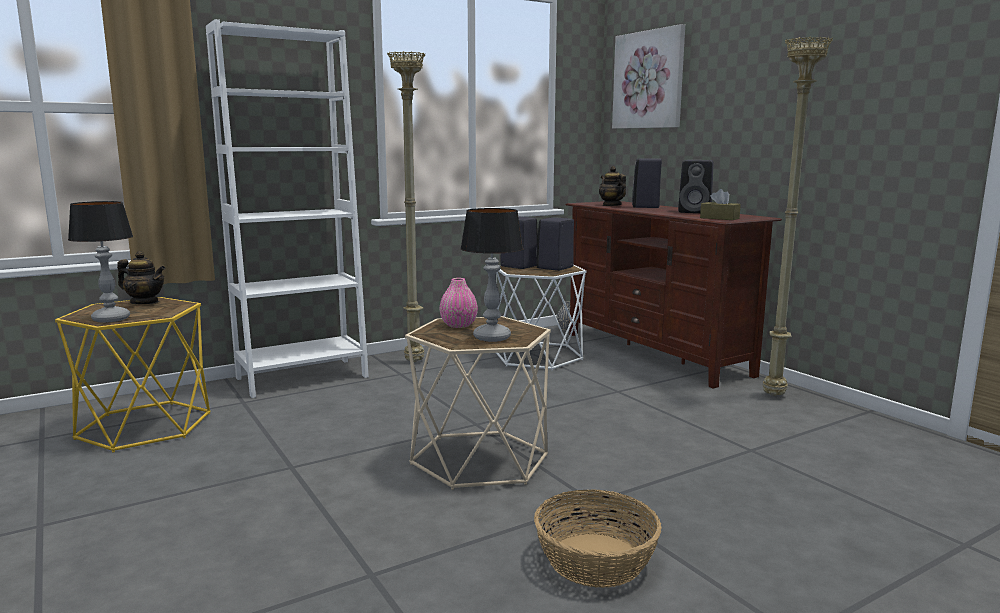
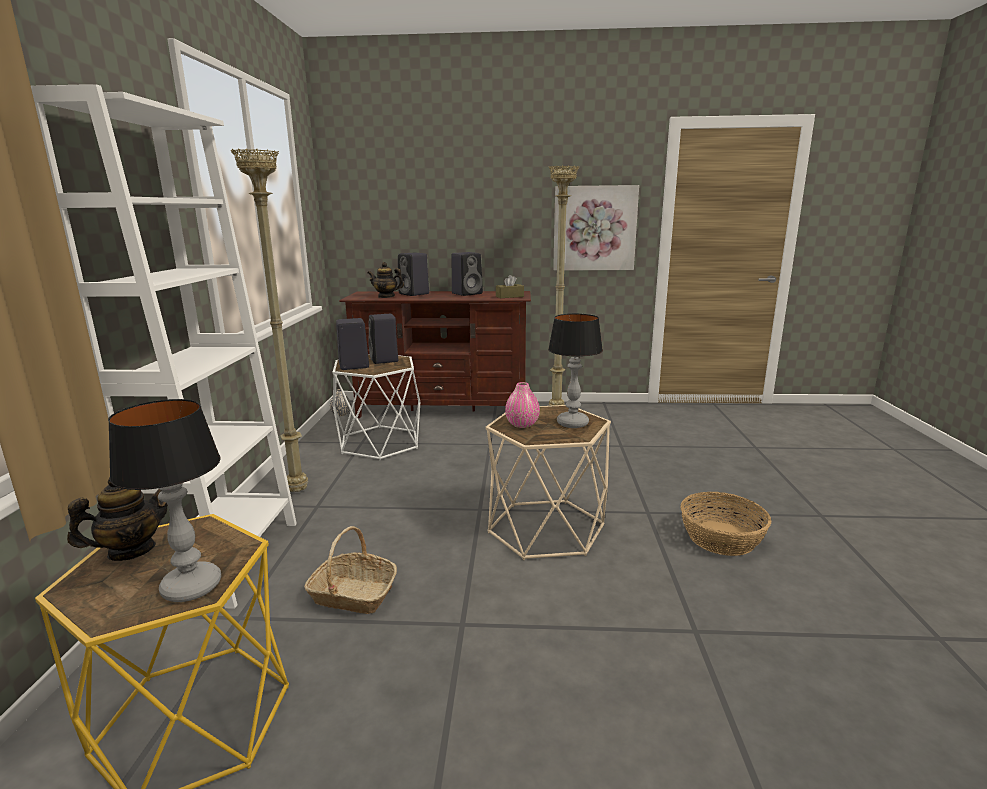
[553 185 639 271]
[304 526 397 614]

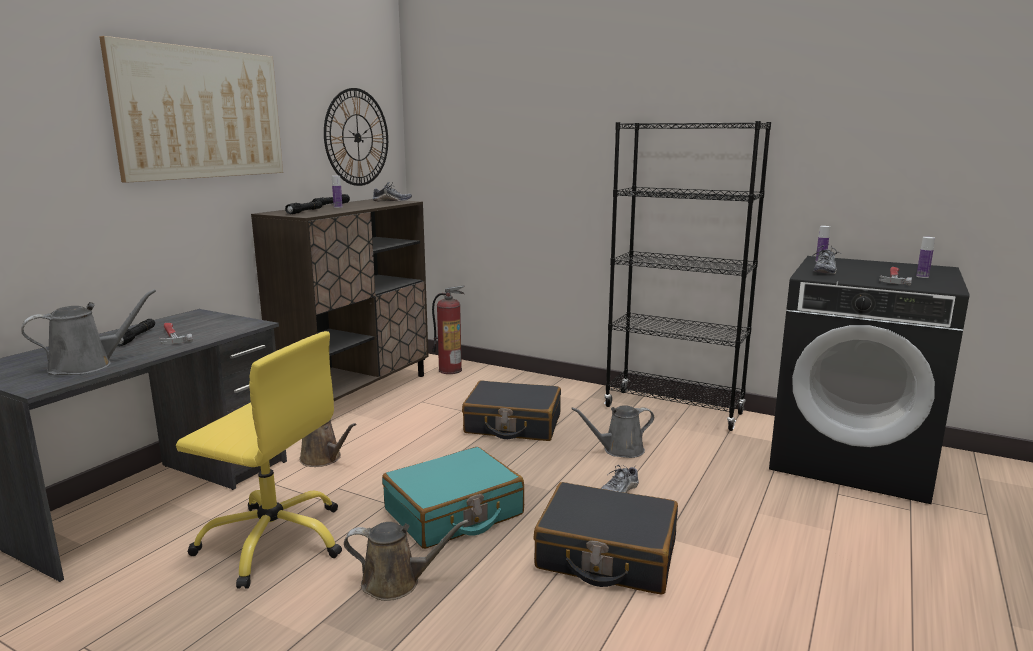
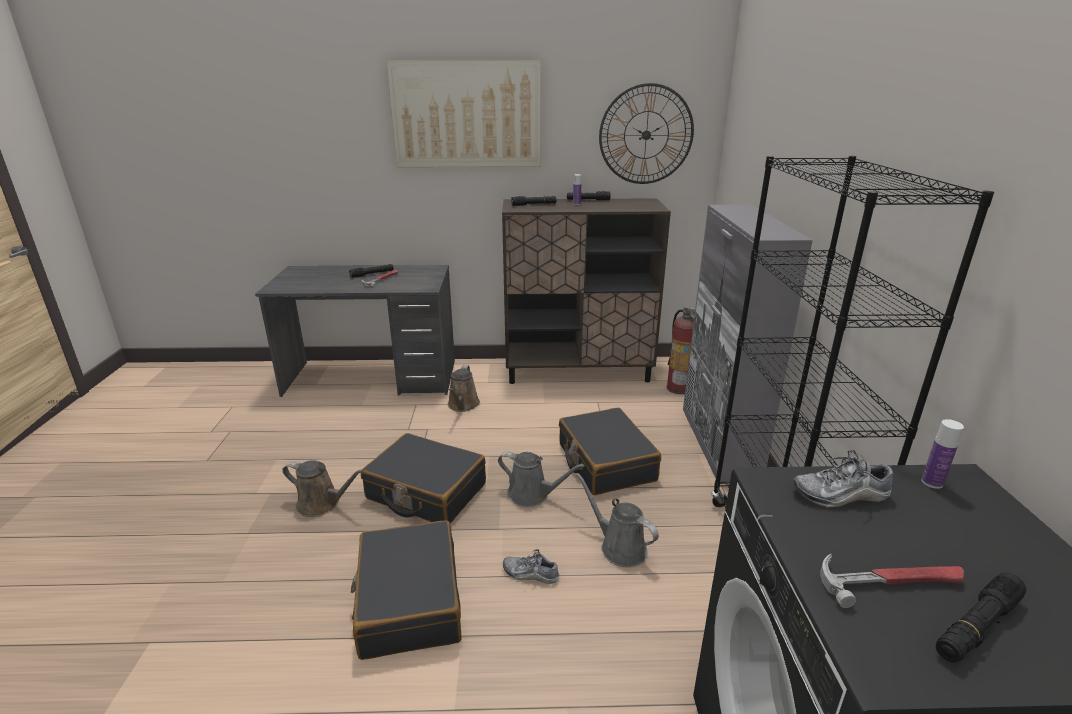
[498 451 585 507]
[176 331 342 589] (first image)
[283 460 364 517]
[373 181 412 201] (first image)
[361 433 486 524]
[936 573 1026 663]
[683 205 813 484]

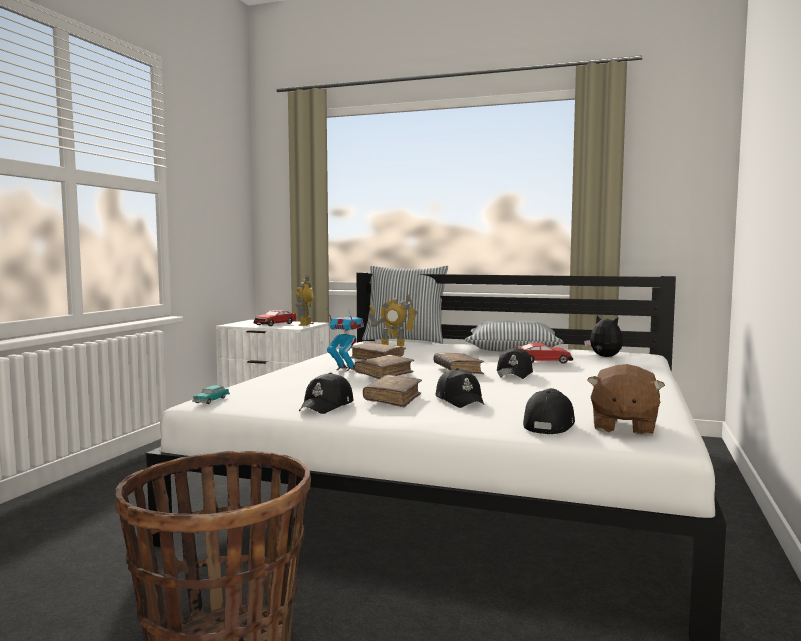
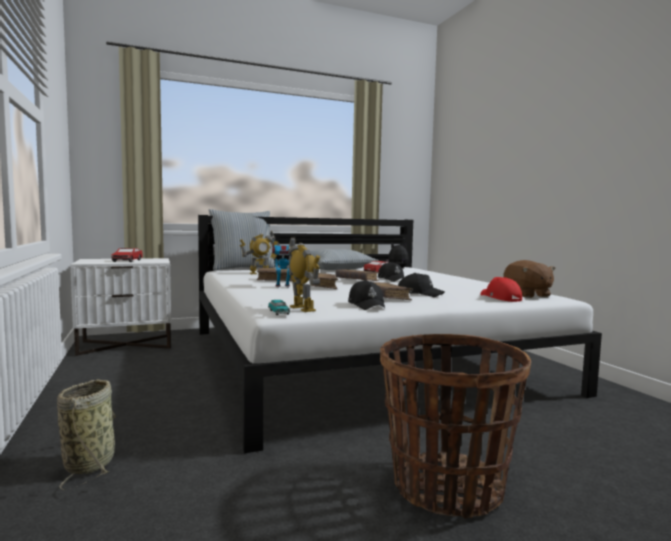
[288 237 320 312]
[480 277 522 302]
[57 379 116 490]

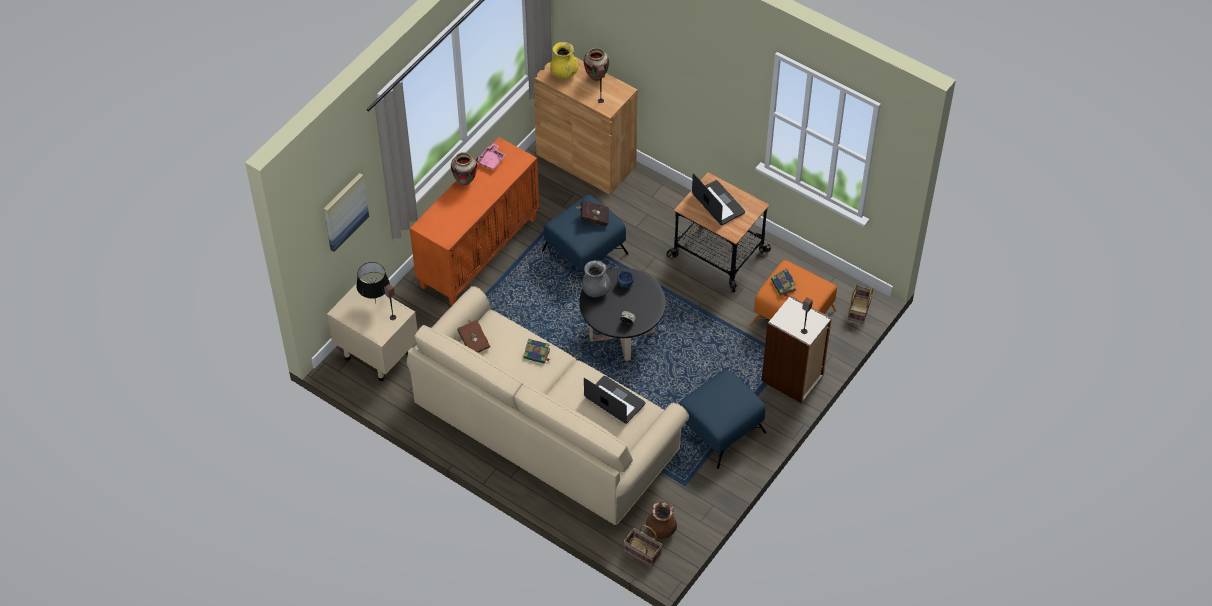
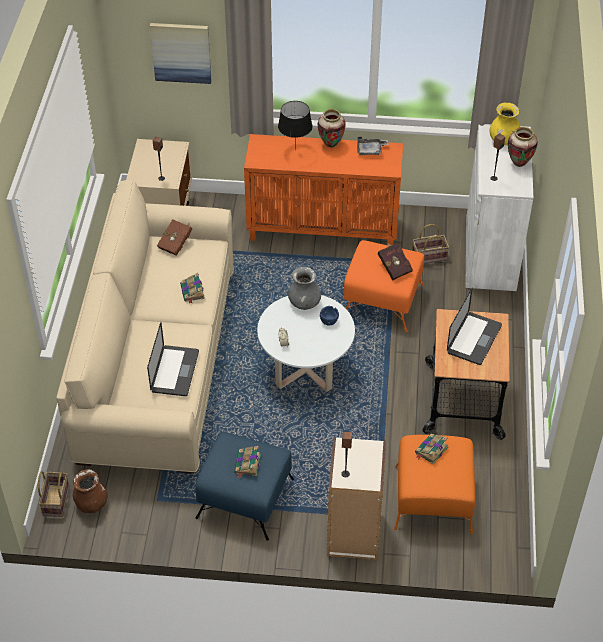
[278 101 313 150]
[357 137 388 155]
[465 124 533 291]
[344 240 424 332]
[257 295 355 392]
[412 224 449 264]
[234 446 261 478]

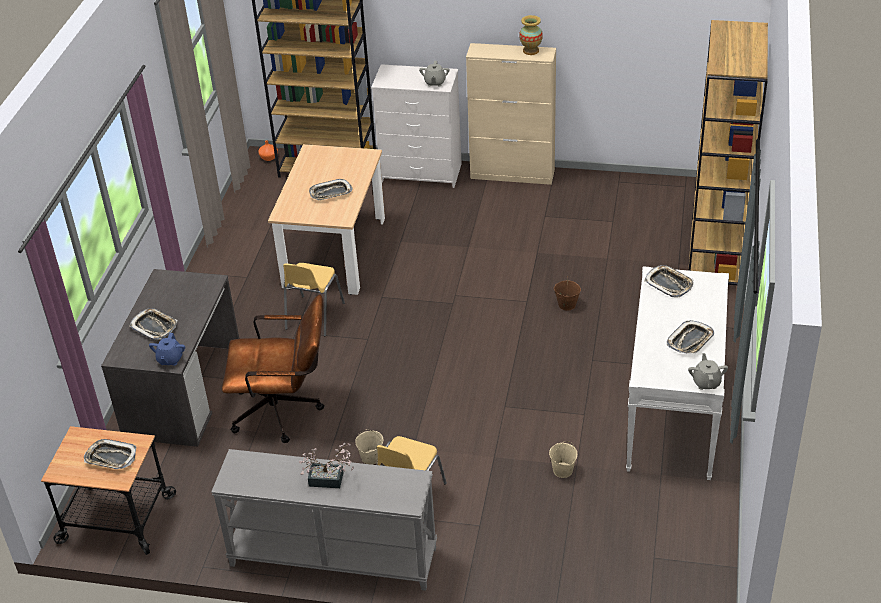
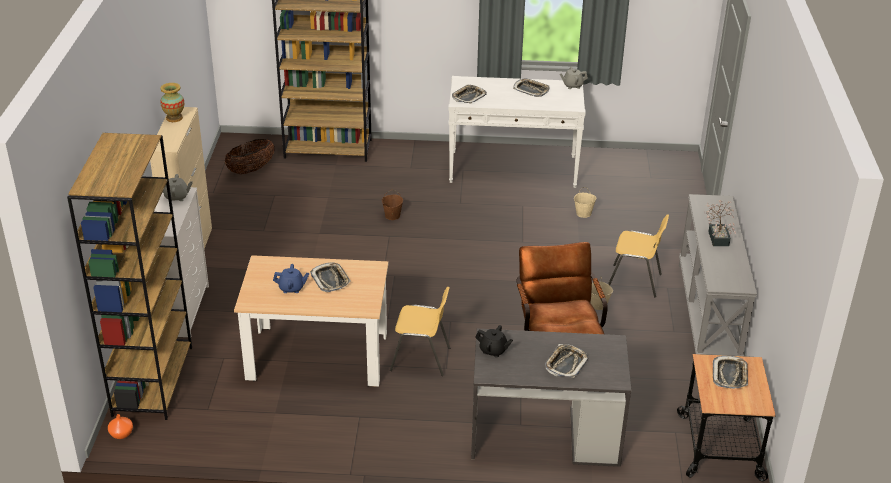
[273 264 309 293]
[225 139 275 174]
[475 325 513 357]

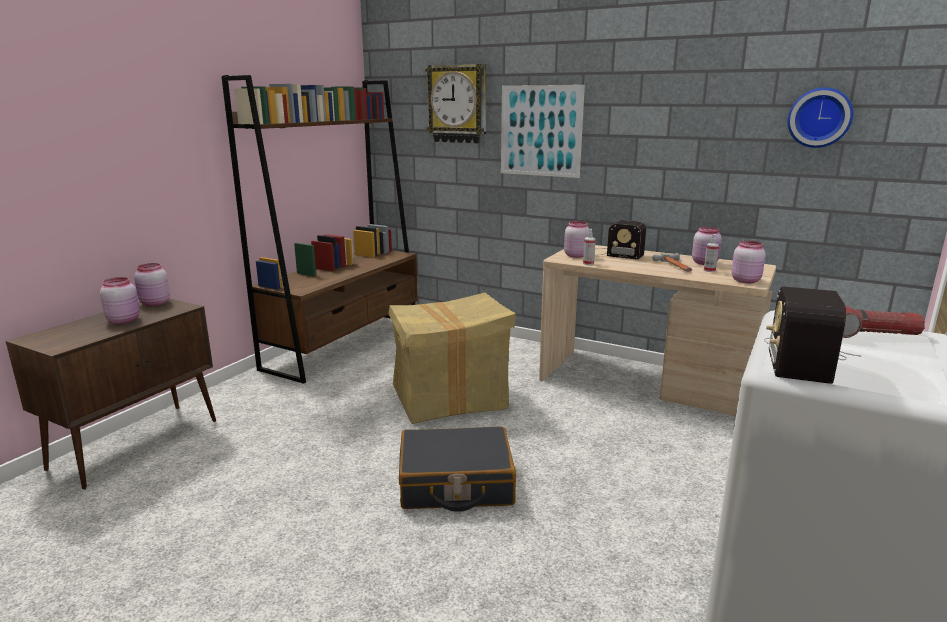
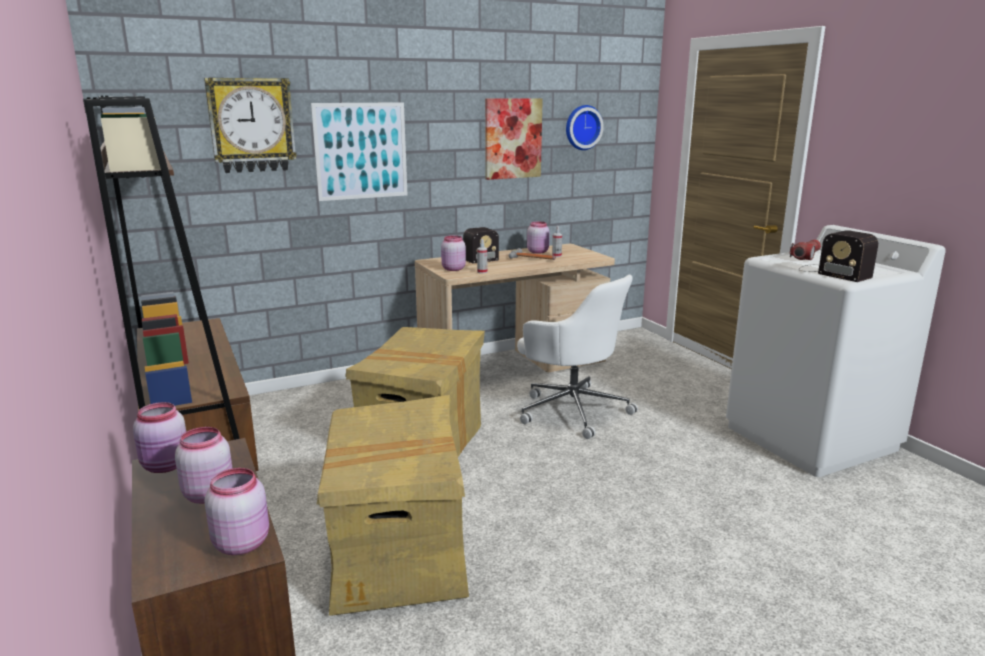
[399 427 516 512] (first image)
[205 468 269 555]
[317 395 469 616]
[485 98 543 180]
[517 275 638 439]

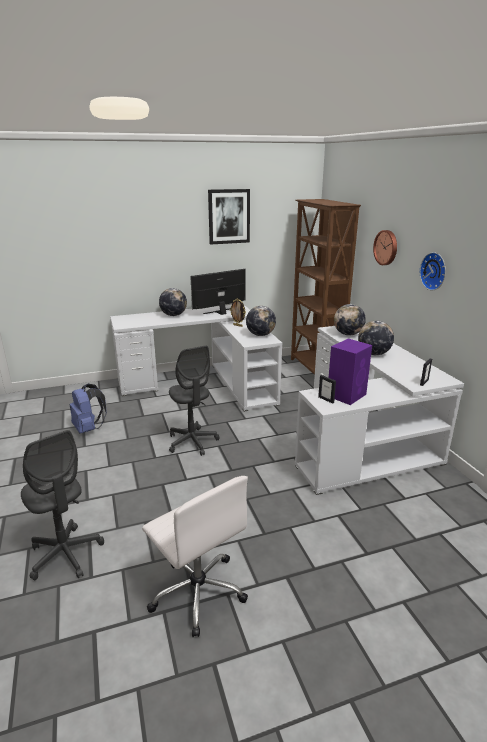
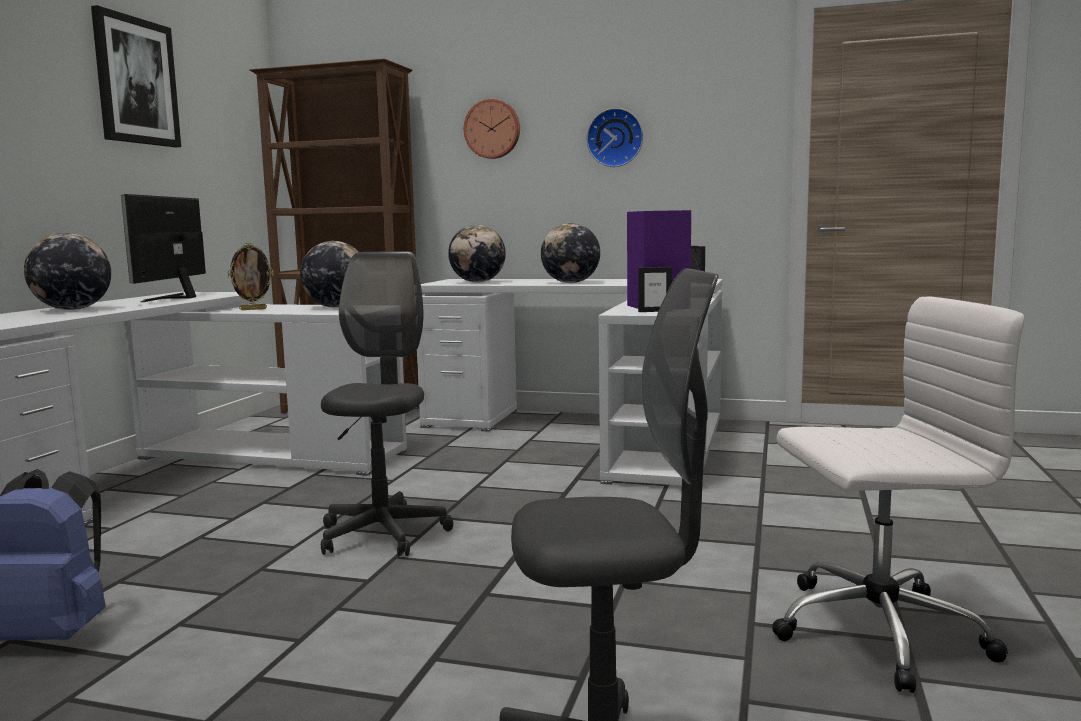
[321 251 453 556]

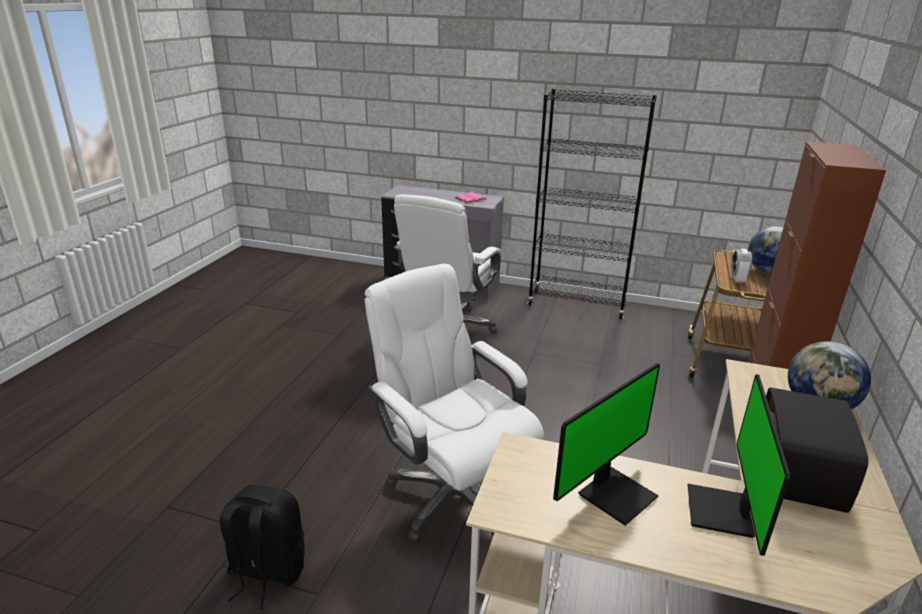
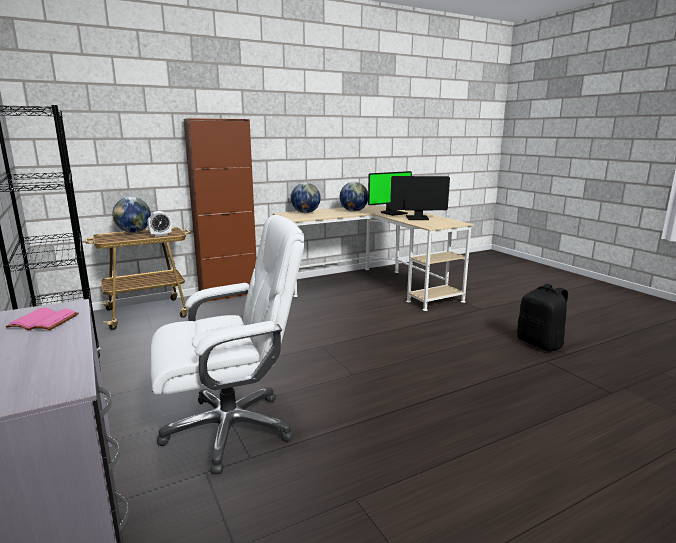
[364 264 544 542] (first image)
[340 182 368 212]

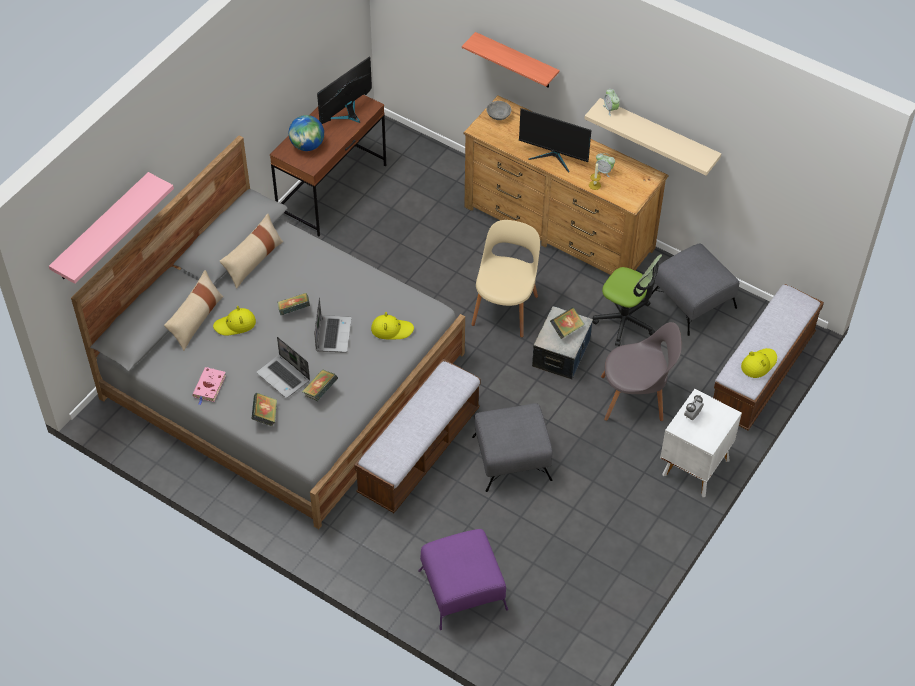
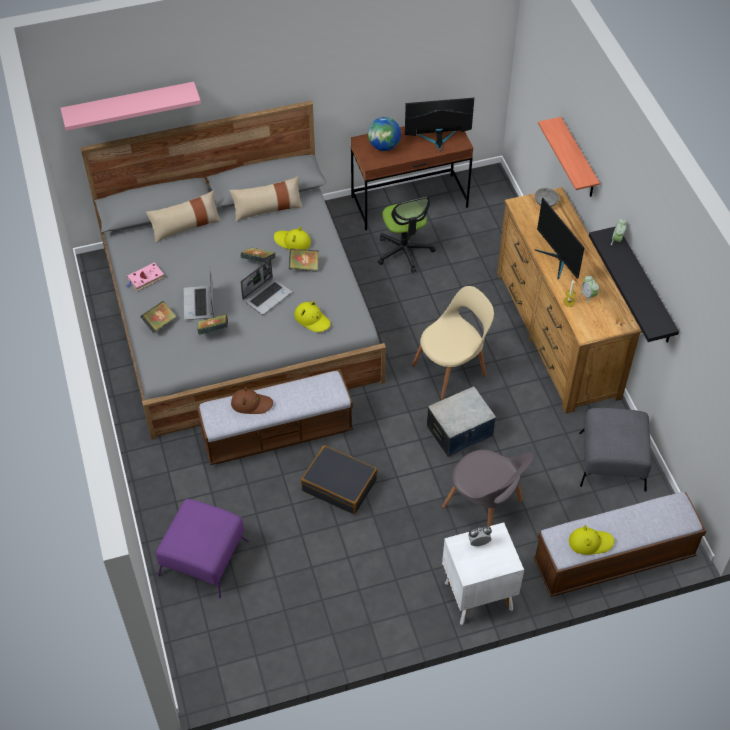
[274 227 311 250]
[301 445 377 514]
[289 248 319 271]
[589 226 679 342]
[378 197 435 273]
[231 387 273 414]

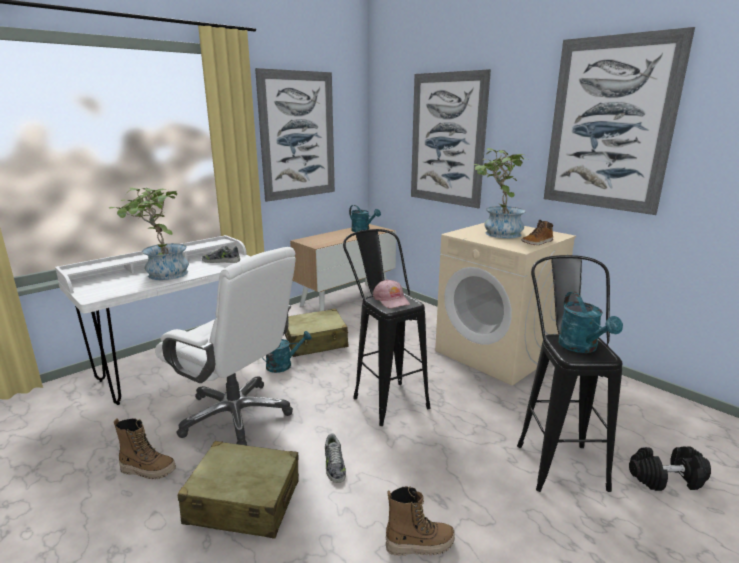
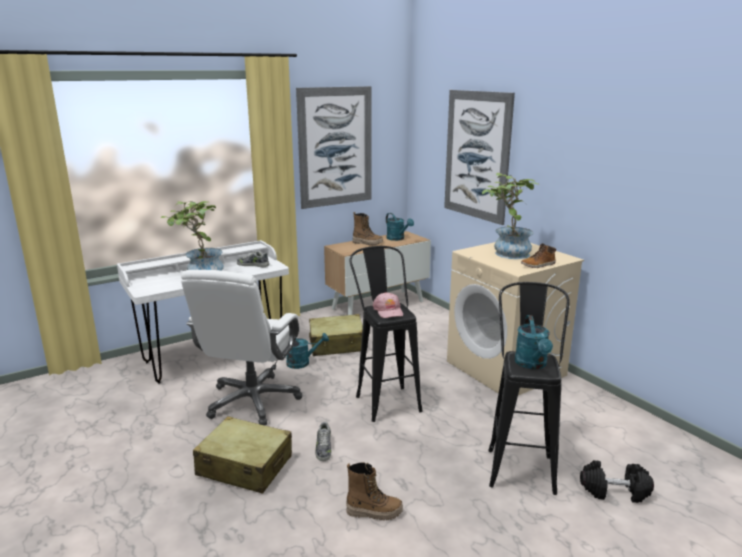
[353 212 383 245]
[181 270 302 425]
[544 27 695 215] (first image)

